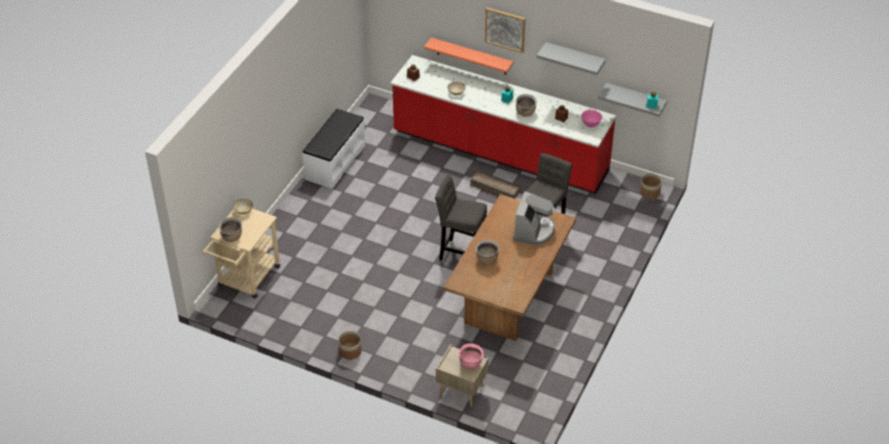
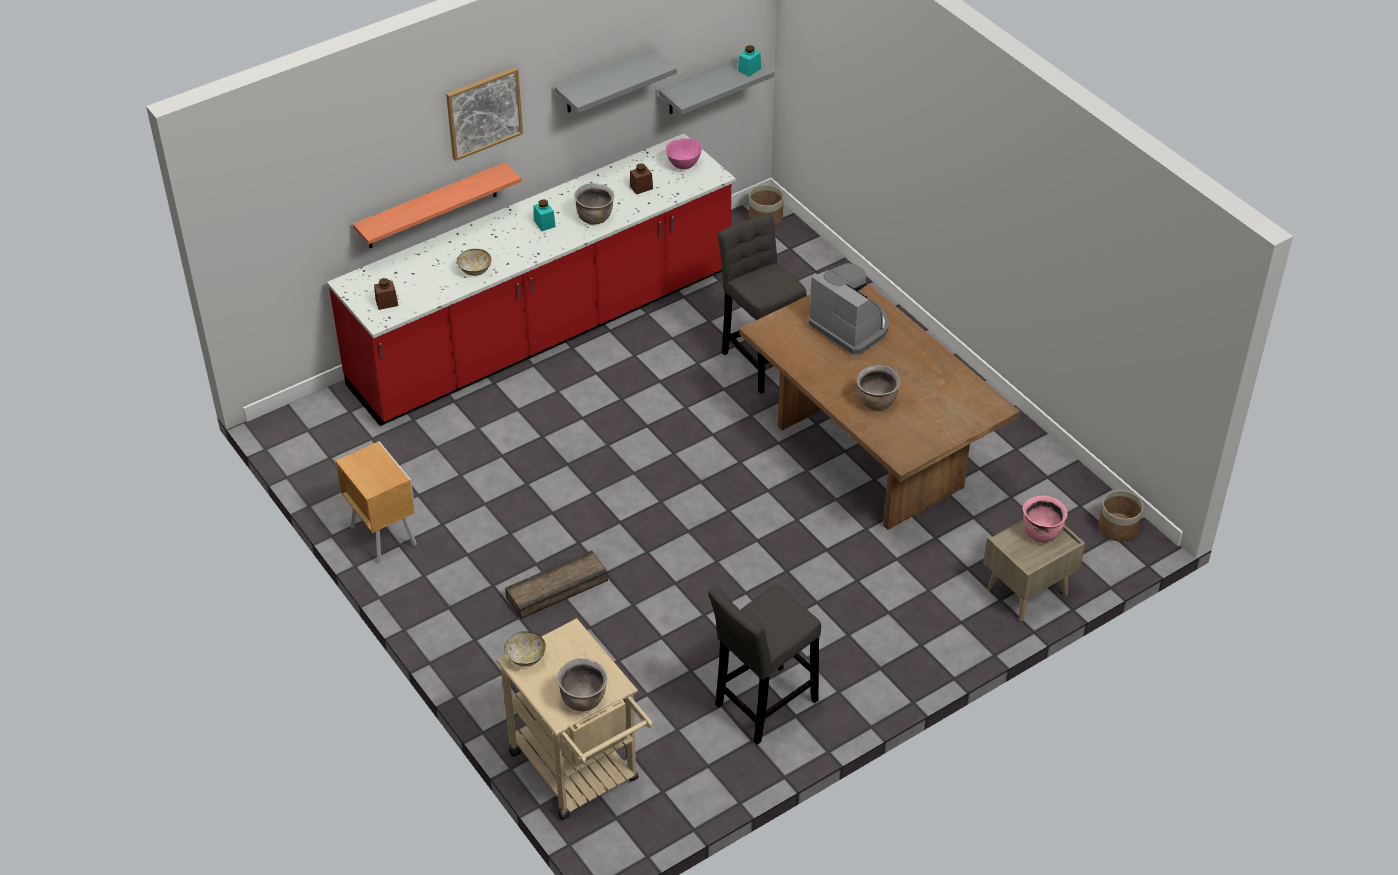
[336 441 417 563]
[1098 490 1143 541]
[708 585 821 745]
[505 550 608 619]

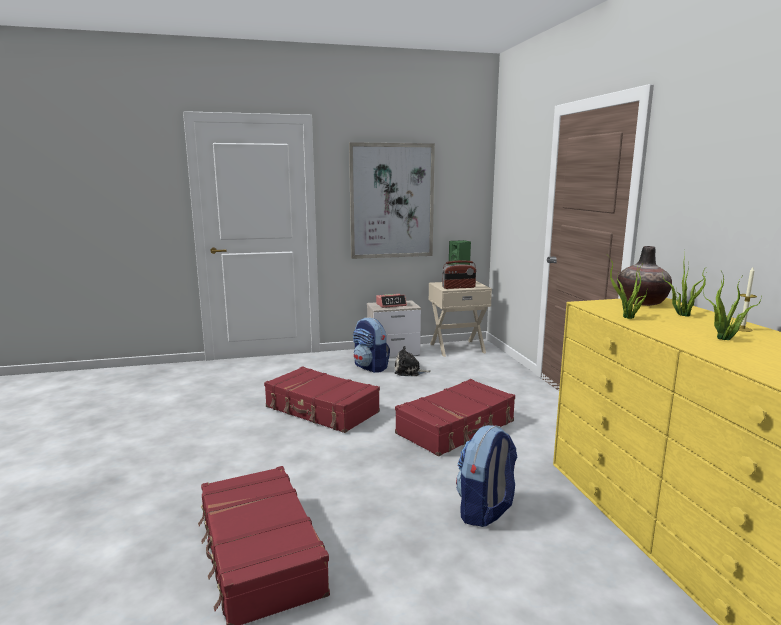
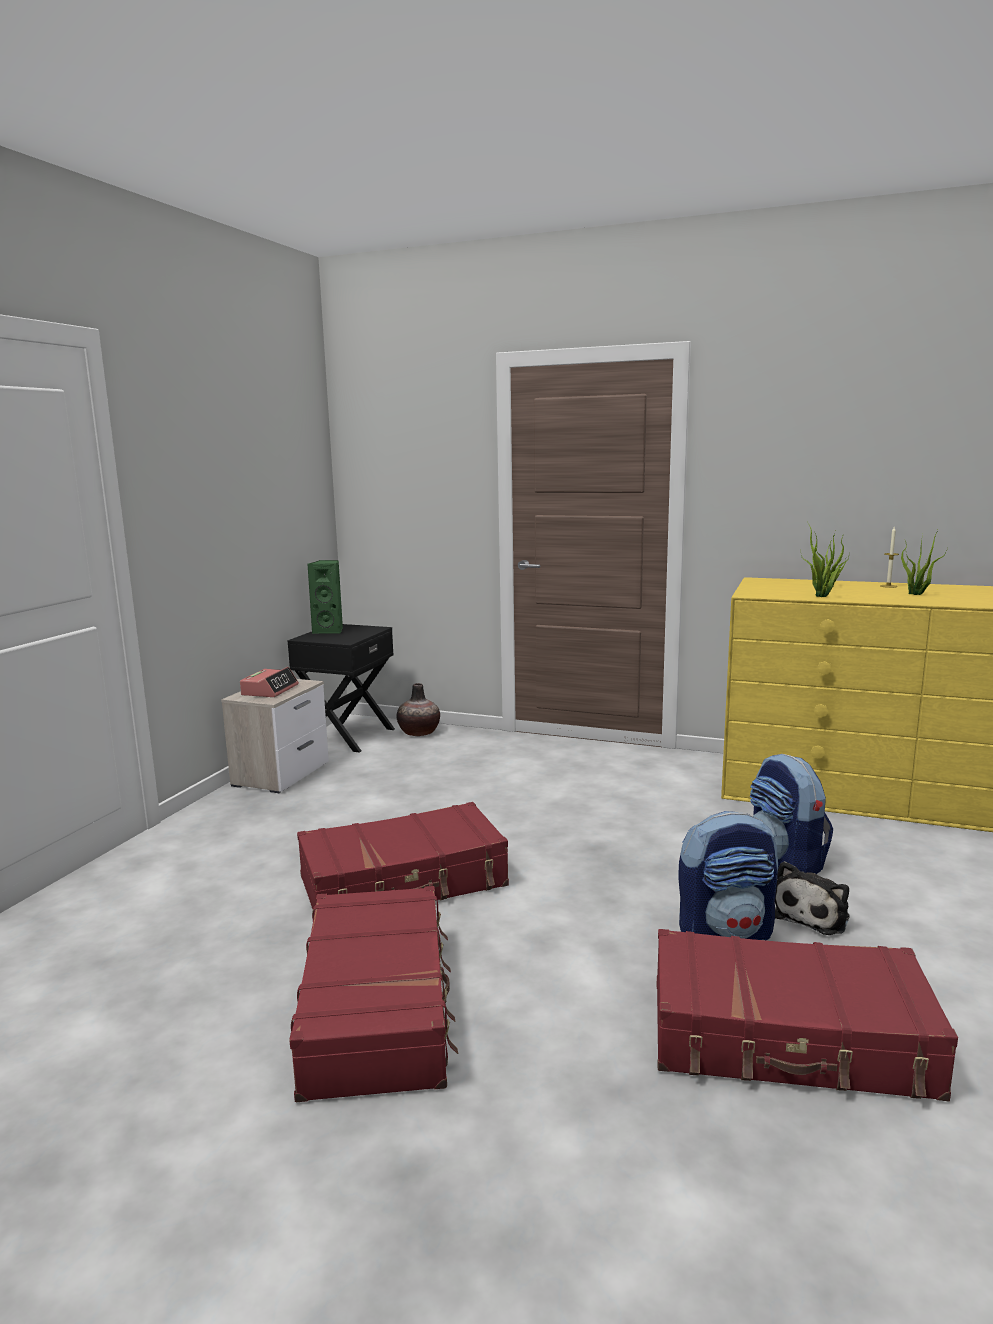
[349 142 435 259] (first image)
[678 811 778 941]
[775 861 850 935]
[289 886 458 1102]
[288 624 395 753]
[442 260 477 289] (first image)
[397 683 440 736]

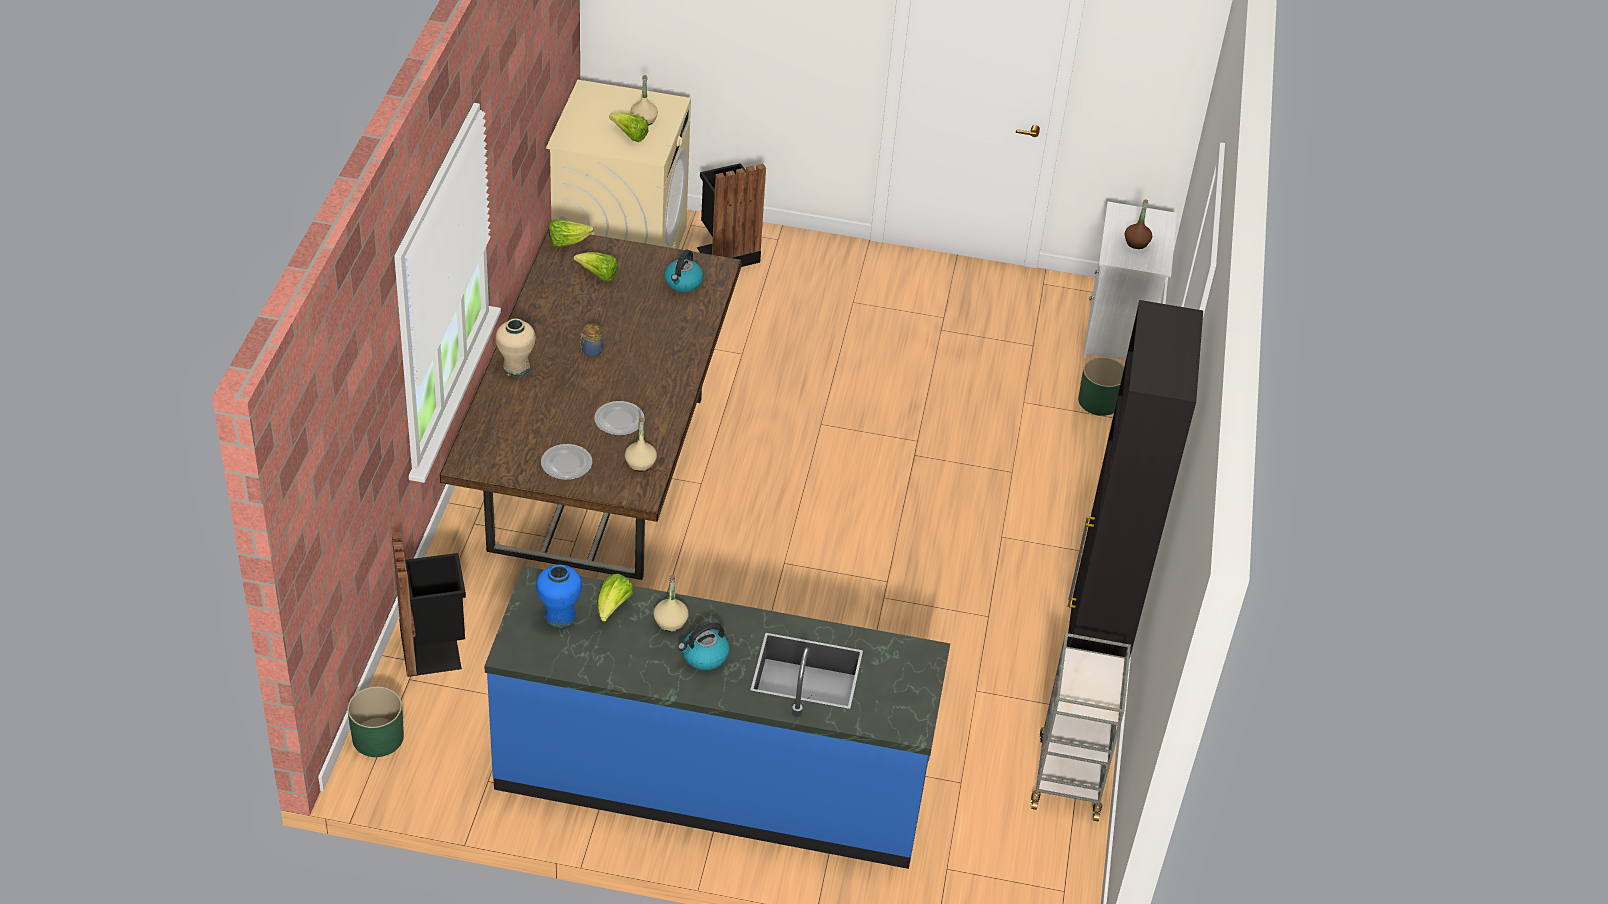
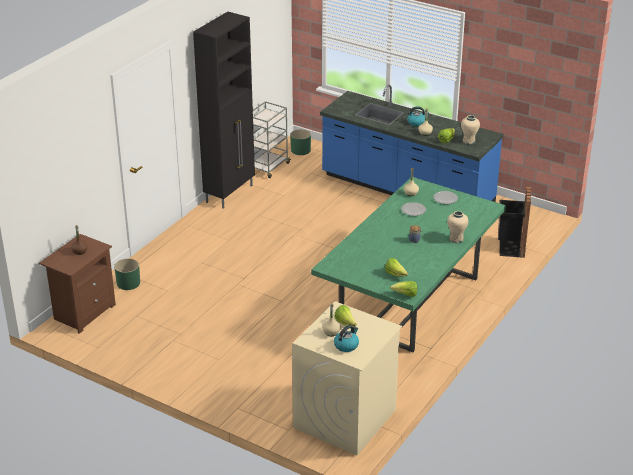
[290 129 311 155]
[311 177 506 352]
[461 115 480 145]
[334 325 359 352]
[697 163 766 267] (first image)
[39 234 116 334]

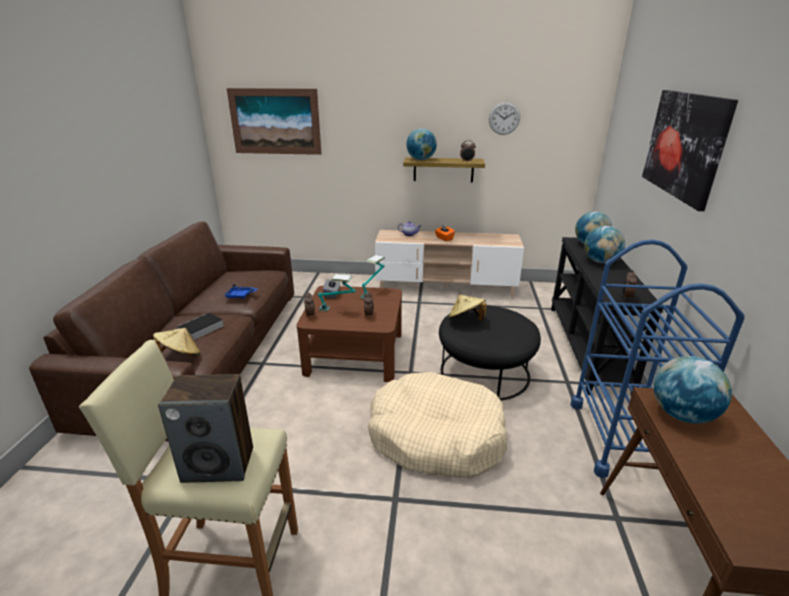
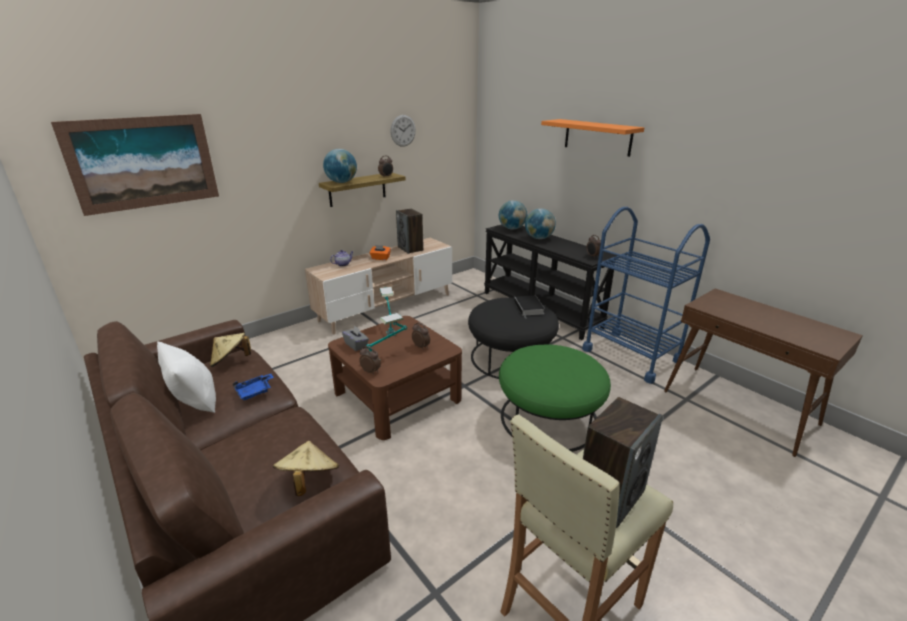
[514 295 545 317]
[499 345 611 452]
[210 333 251 367]
[541 119 644 157]
[653 356 732 424] (first image)
[157 341 216 413]
[396 208 424 254]

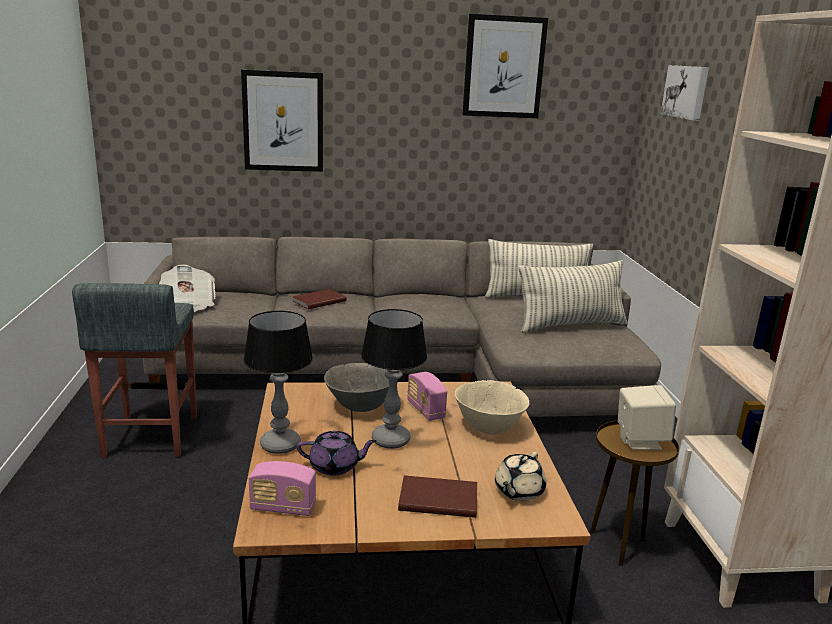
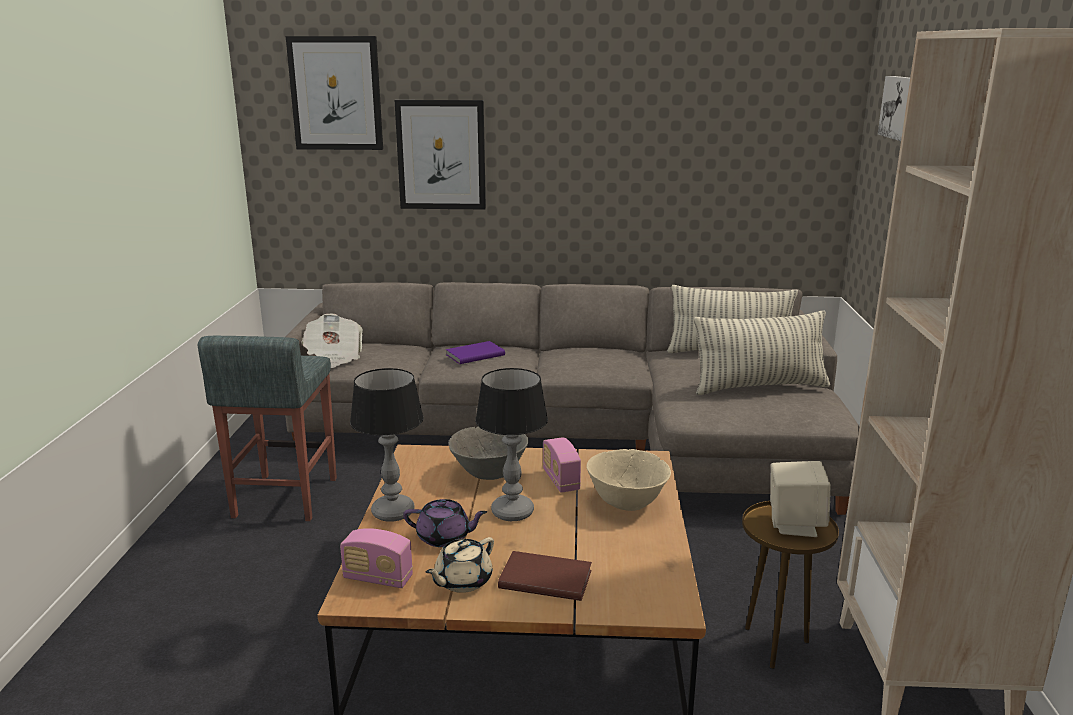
[446 341 505 364]
[286 36 383 150]
[425 537 494 593]

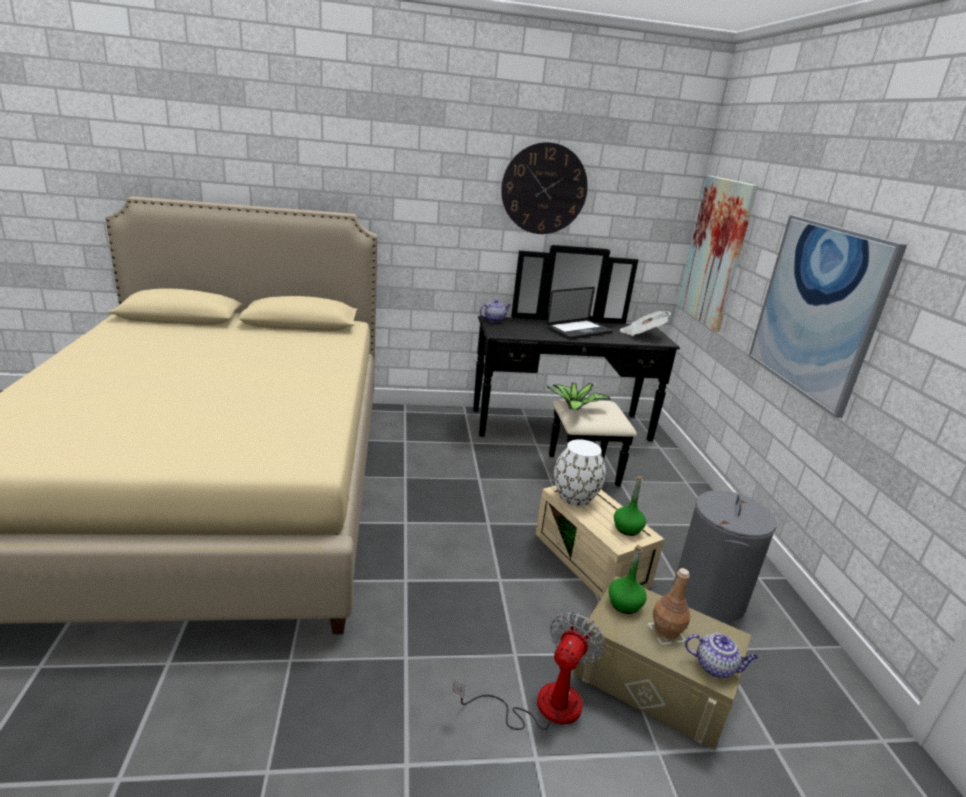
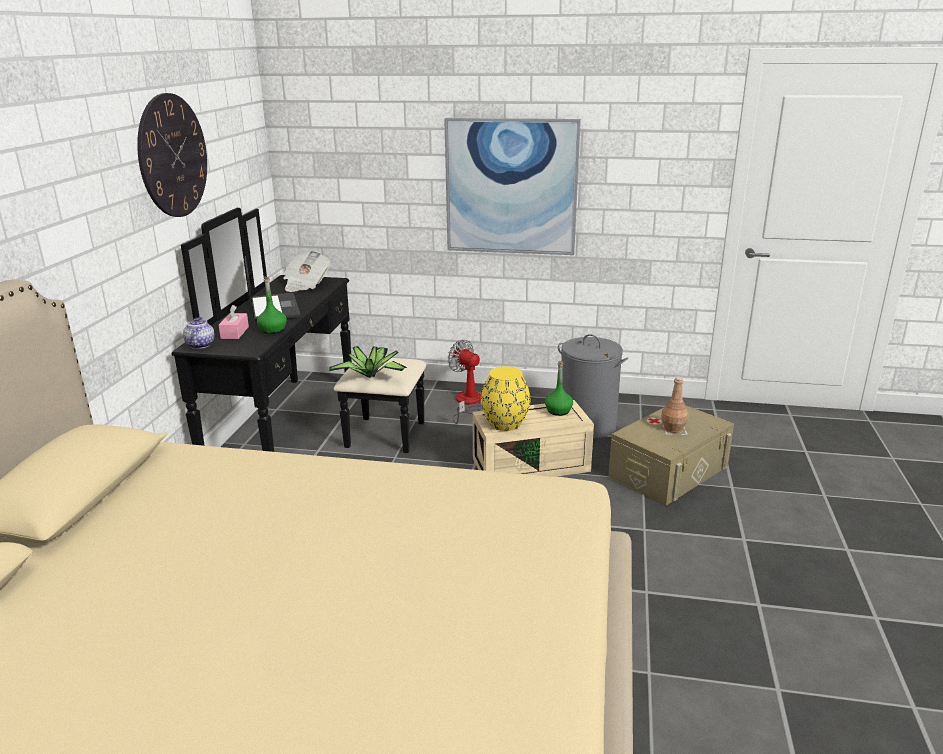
[448 340 481 424]
[481 366 530 431]
[257 277 287 334]
[677 176 758 332] (first image)
[685 633 758 678] (first image)
[218 305 249 339]

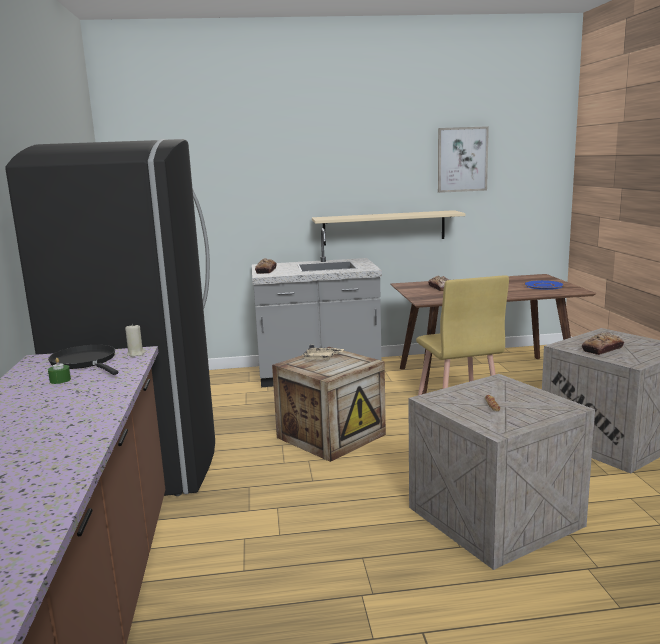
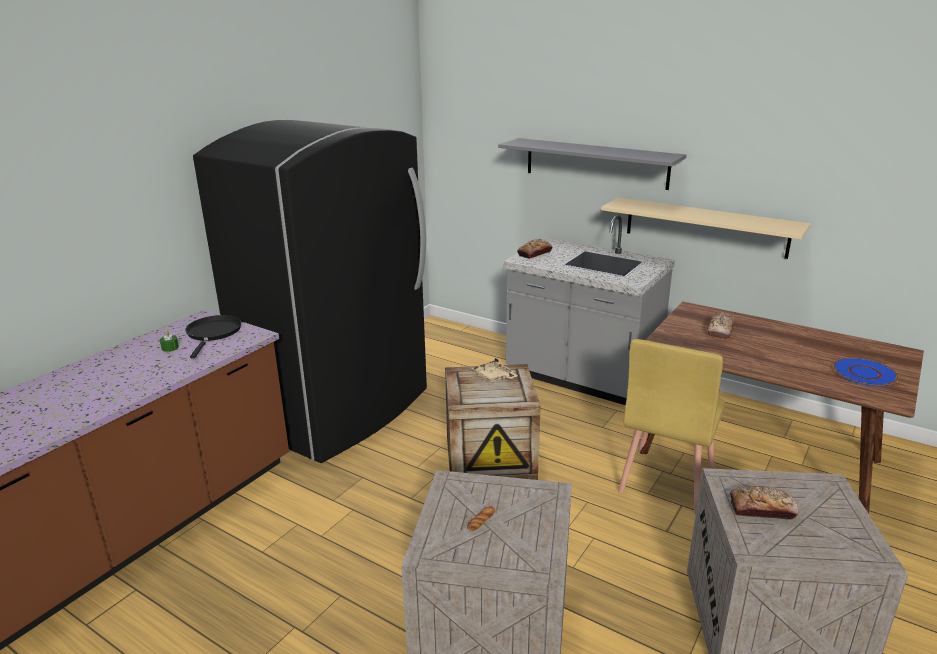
[125 323 145 357] (first image)
[438 126 489 193] (first image)
[498 138 686 190]

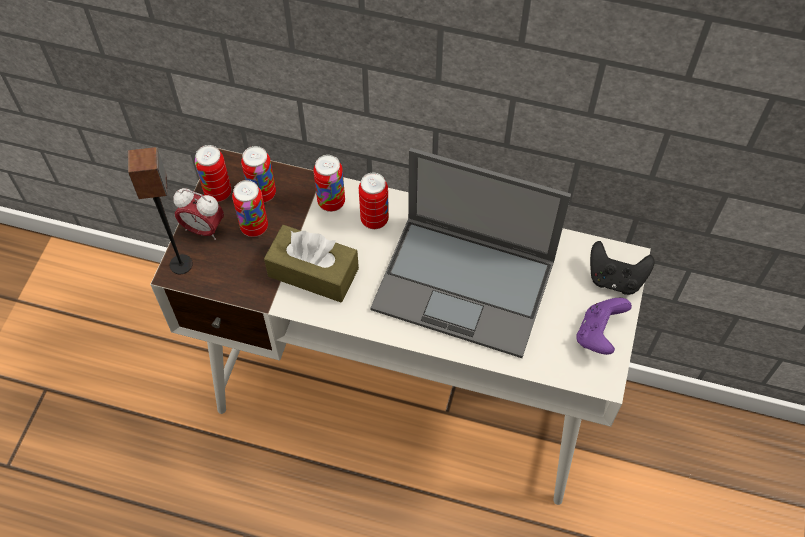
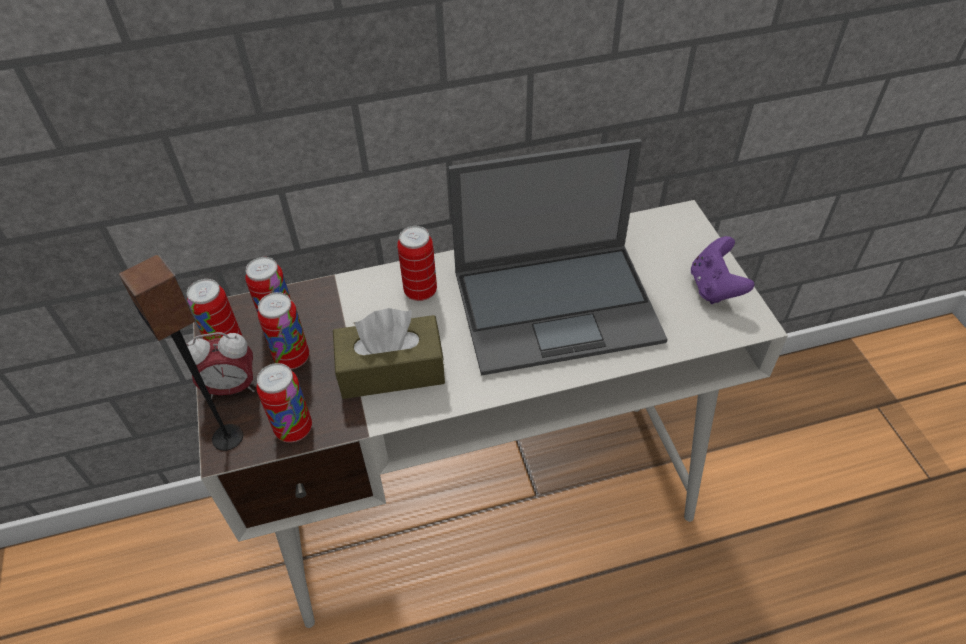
[256 363 312 443]
[590 241 654 295] (first image)

